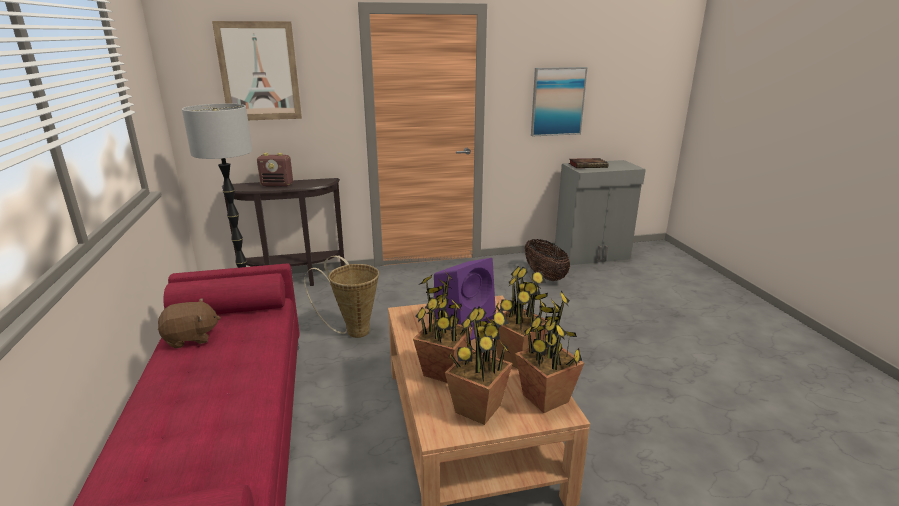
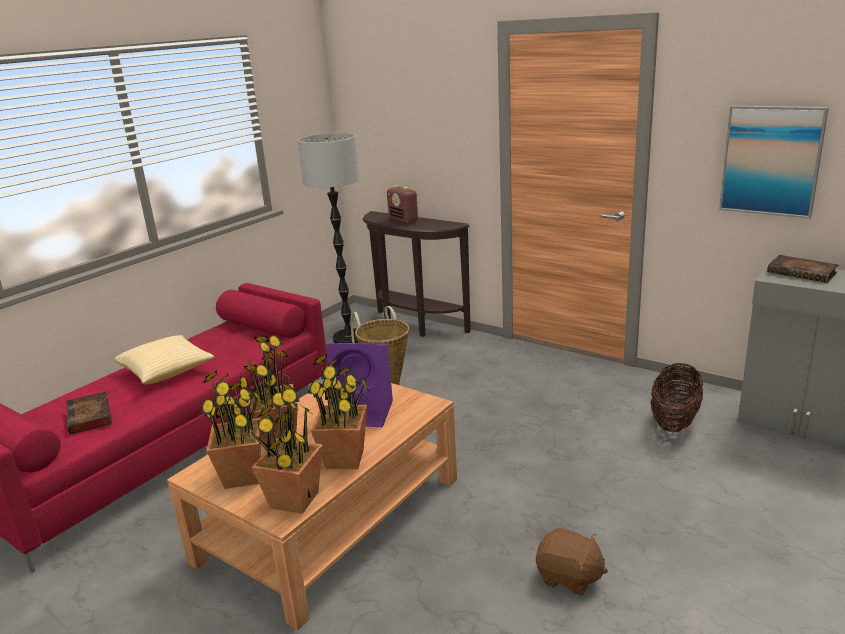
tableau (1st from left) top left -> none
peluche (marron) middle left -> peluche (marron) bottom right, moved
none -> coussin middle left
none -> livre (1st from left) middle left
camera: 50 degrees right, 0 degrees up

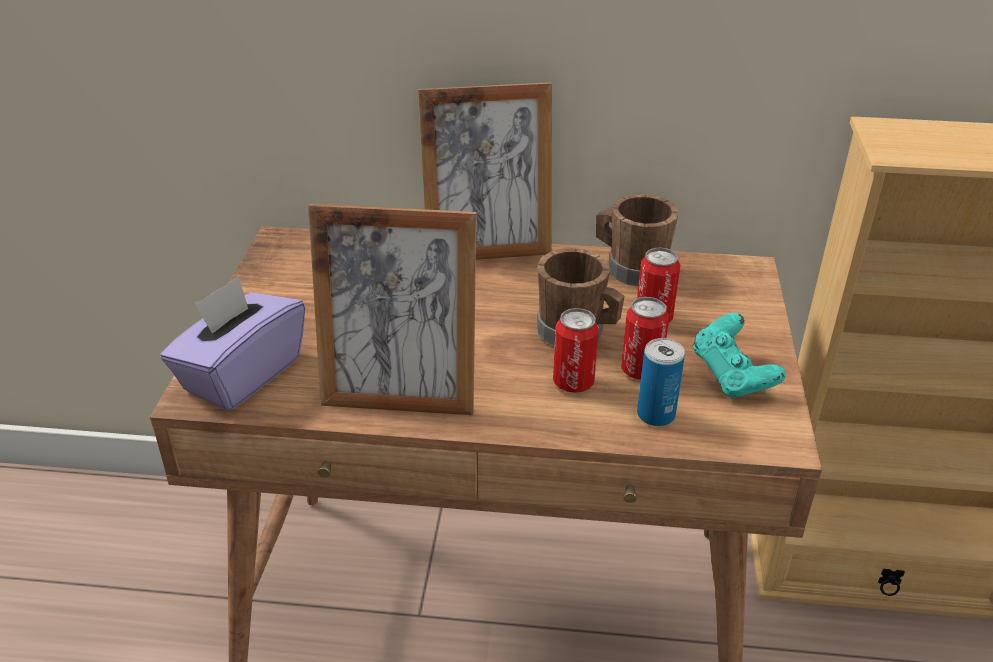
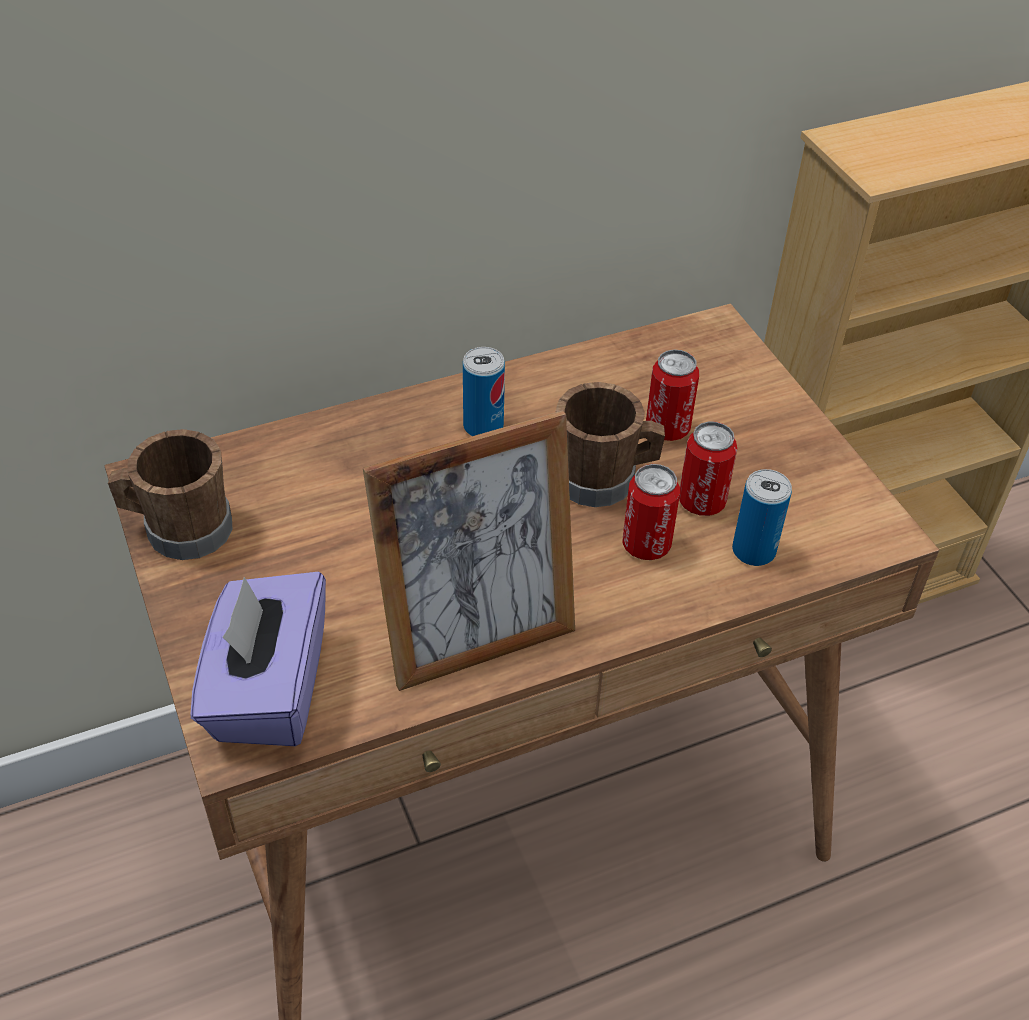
cadre photo (2nd from left) top centre -> none
mug (marron) (2nd from left in the first image) centre -> mug (marron) (1st from left) middle left, moved
manette (turquoise) middle right -> none
none -> boîte métallique (1st from left) centre
camera: 30 degrees left, 10 degrees up

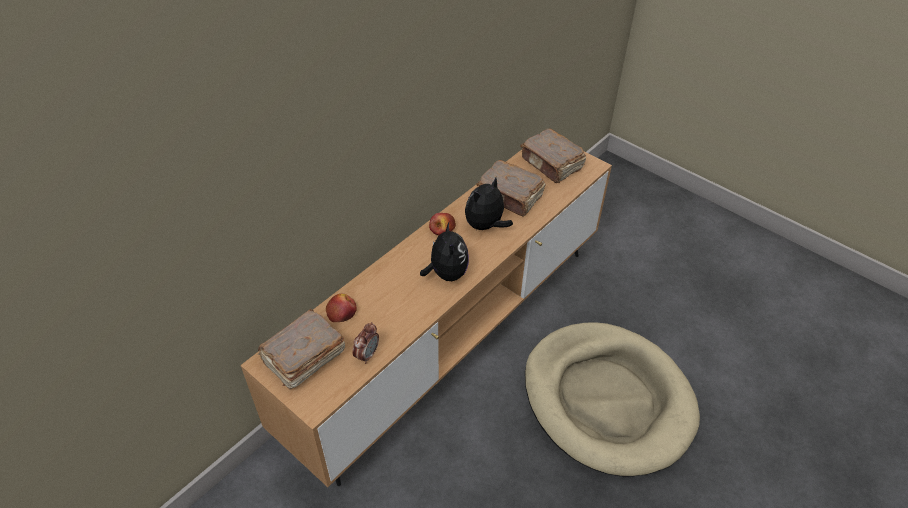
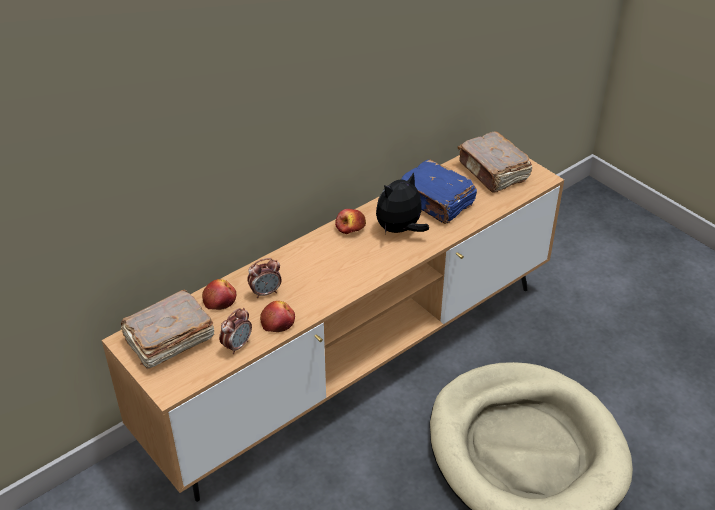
livre (marron) (2nd from left) centre -> livre (bleu) centre
peluche (1st from left) centre -> none
none -> réveil (2nd from left) centre
none -> pomme (2nd from left) centre
camera: 10 degrees right, 5 degrees down

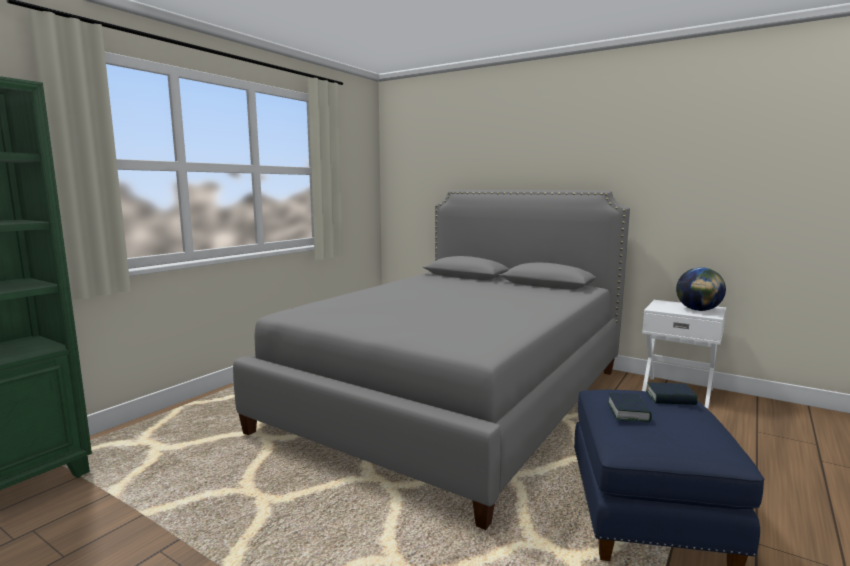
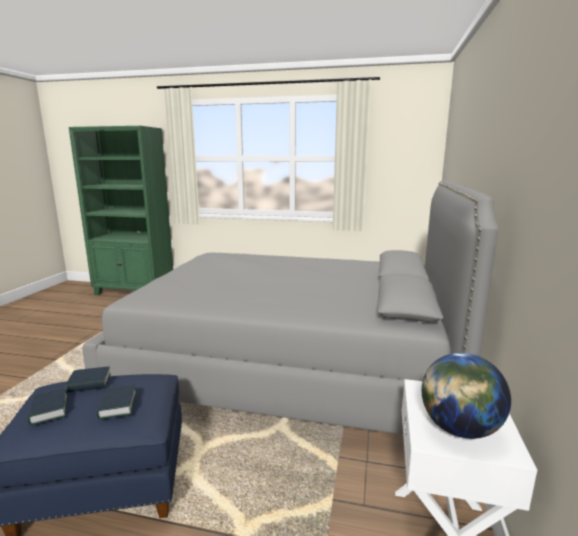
none -> livre (1st from left) bottom left
camera: 70 degrees right, 5 degrees up

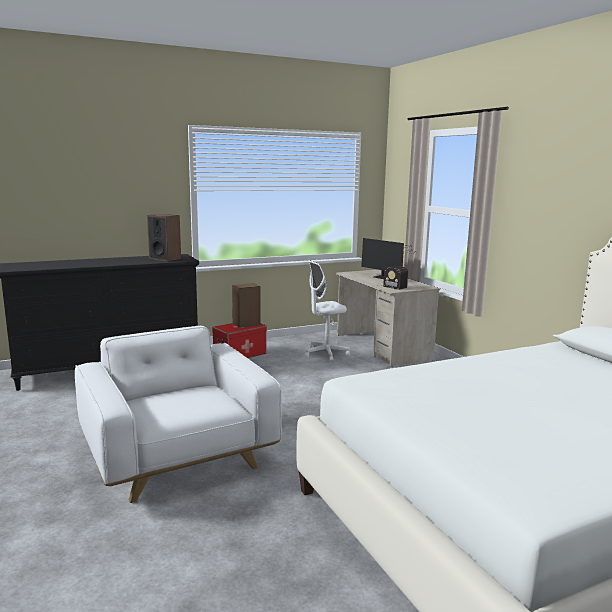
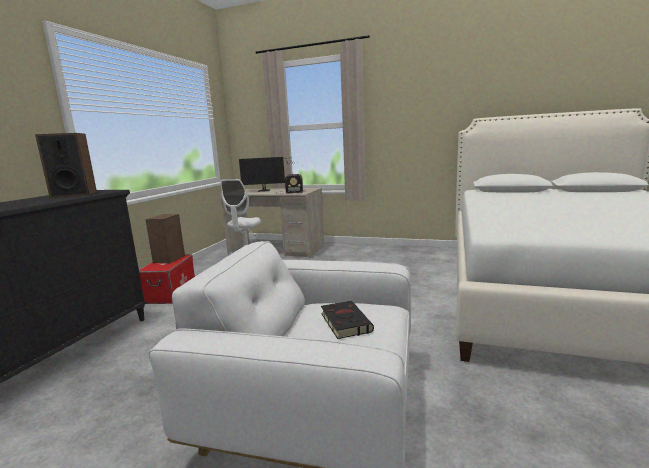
none -> livre (noir) bottom centre
camera: 45 degrees left, 0 degrees up

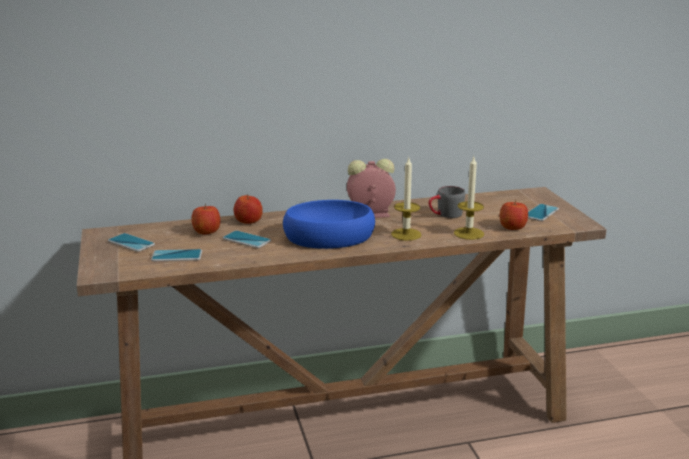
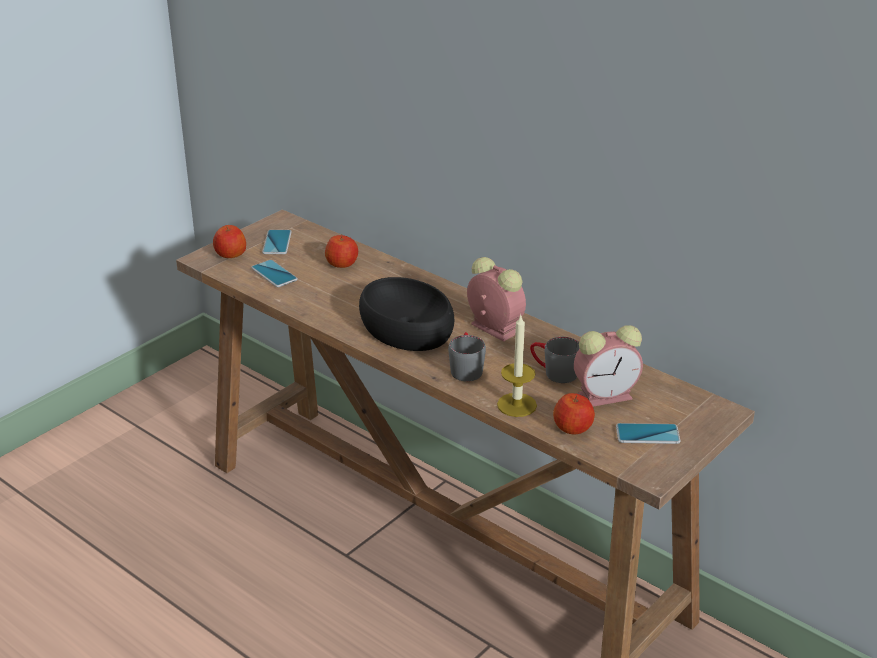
bougie (1st from left) centre -> mug (gris) (1st from left) centre
pomme (2nd from left in the first image) centre -> pomme (1st from left) middle left, moved
bol (bleu) centre -> bol (noir) centre
téléphone (3rd from left) centre -> none
none -> réveil (2nd from left) middle right
camera: 55 degrees right, 10 degrees up

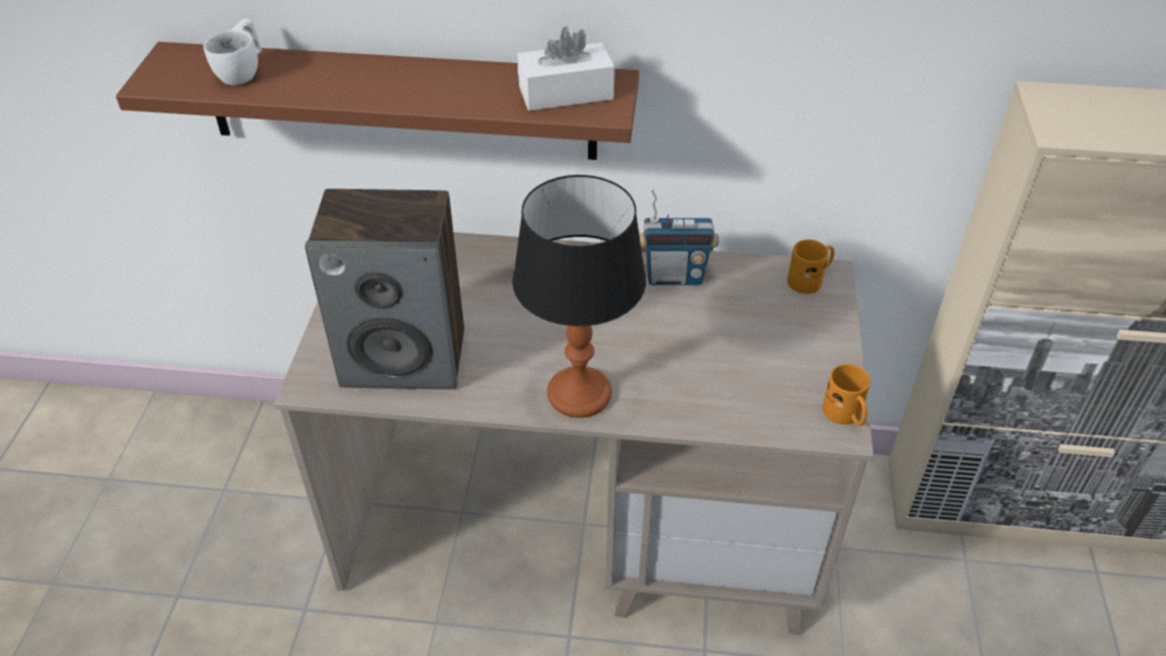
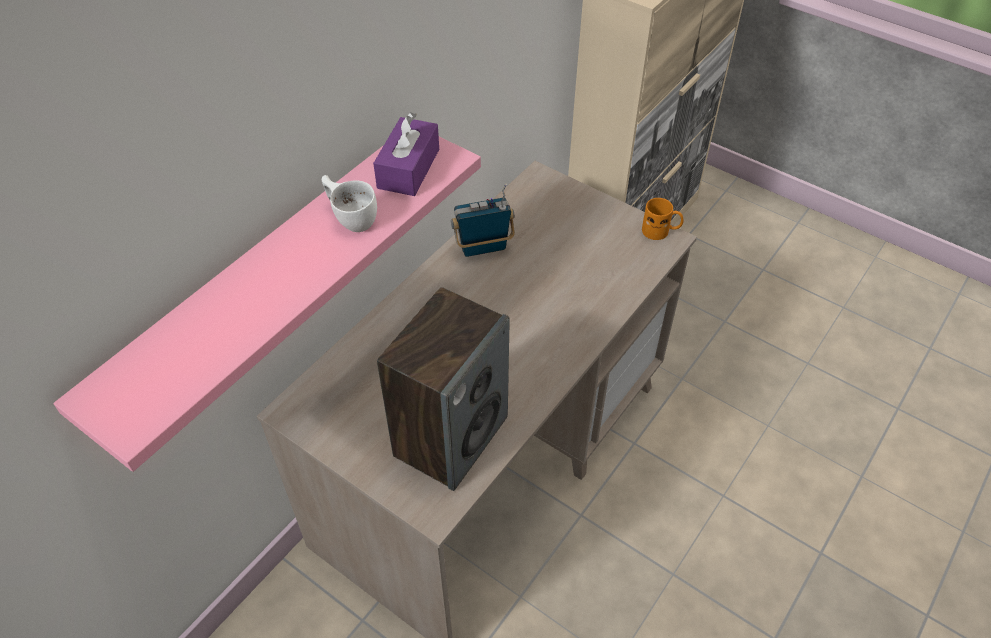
tasse (blanc) top left -> tasse (blanc) top centre, moved
boîte à mouchoirs (blanc) top centre -> boîte à mouchoirs (violet) top centre
étagère (marron) top left -> étagère (rose) middle left
lampe de table centre -> none
radio centre, 135 degrees counterclockwise
mug (orange) (1st from left) middle right -> none
camera: 60 degrees left, 5 degrees up

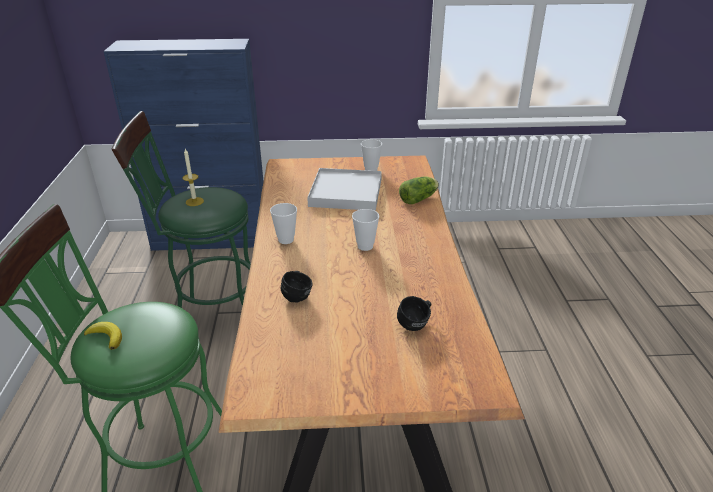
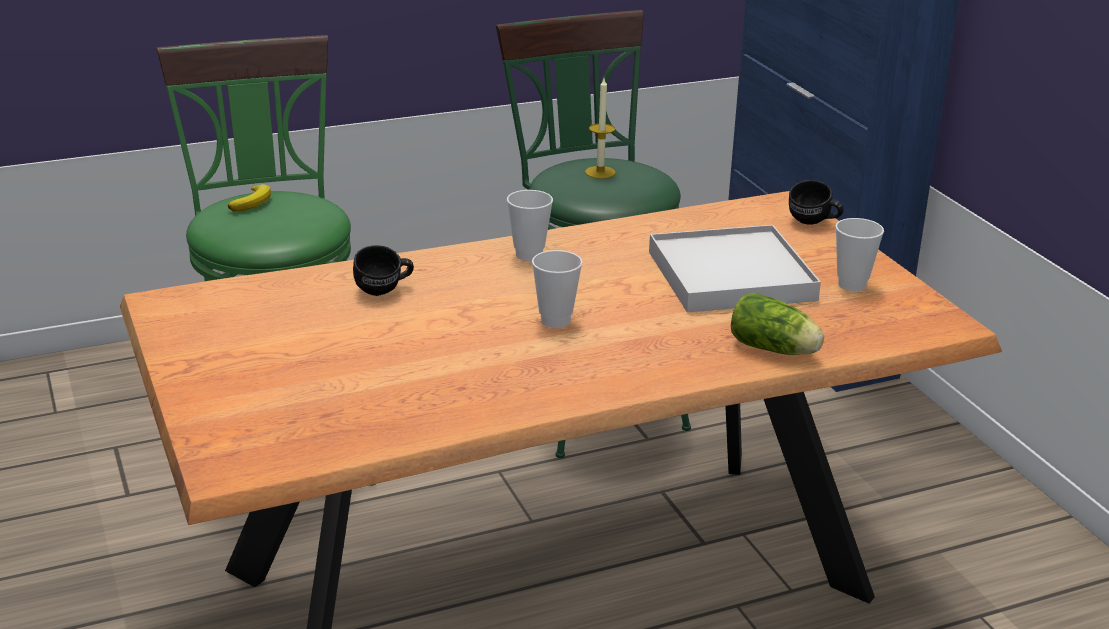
mug (noir) (2nd from left) centre -> mug (noir) (2nd from left) top right, moved
camera: 70 degrees right, 5 degrees down

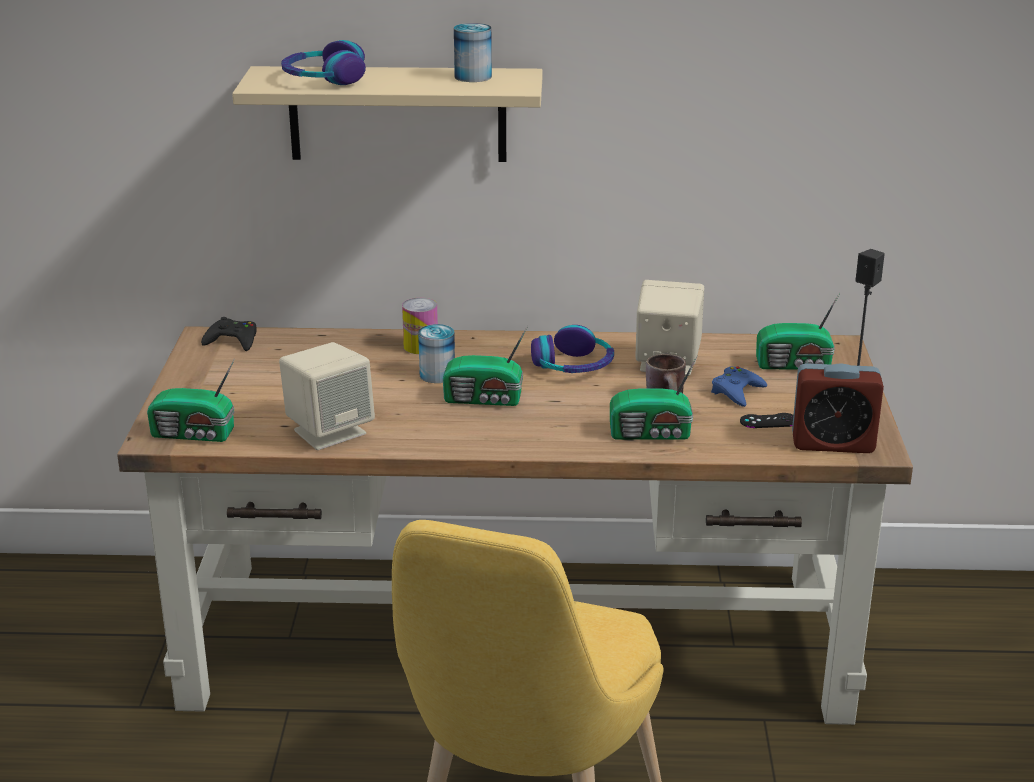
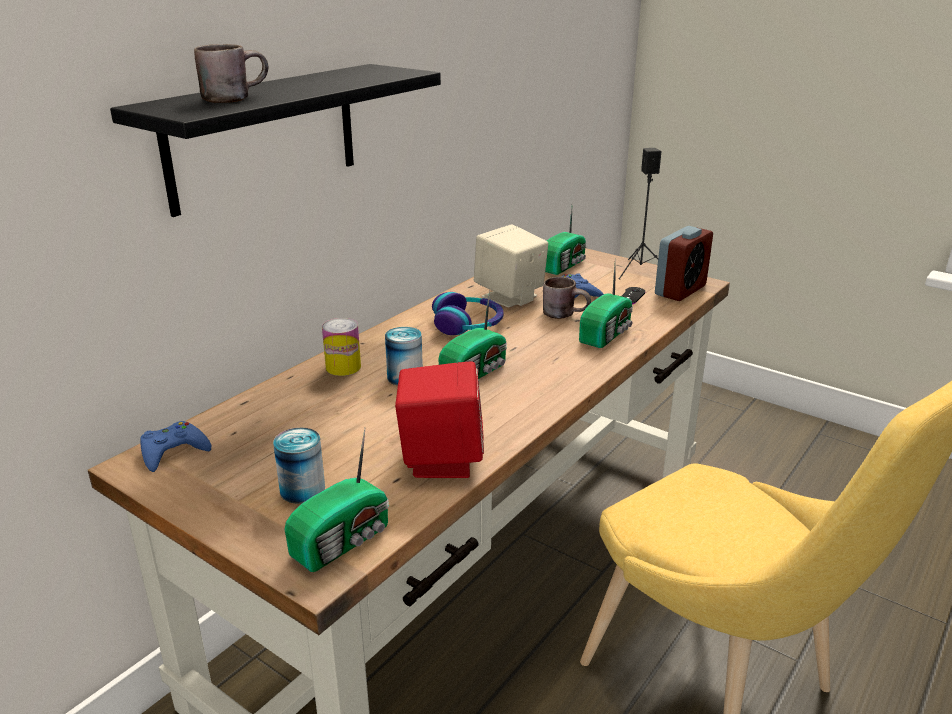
boîte métallique (3rd from left in the first image) top centre -> boîte métallique (1st from left) middle left, moved
casque audio (1st from left) top left -> mug (marron) (1st from left) top left
étagère (beige) top centre -> étagère (noir) top left
manette (noir) (1st from left) middle left -> manette (bleu) (1st from left) middle left
enceinte (beige) (1st from left) middle left -> enceinte (rouge) centre
camera: 55 degrees left, 0 degrees up

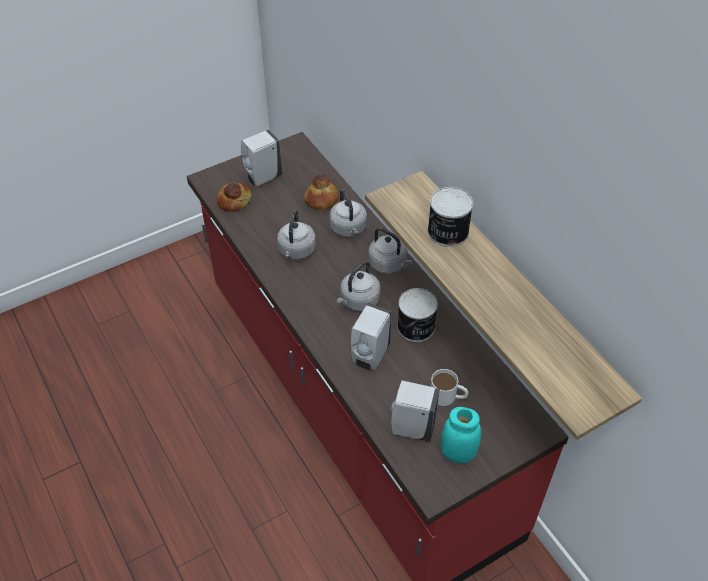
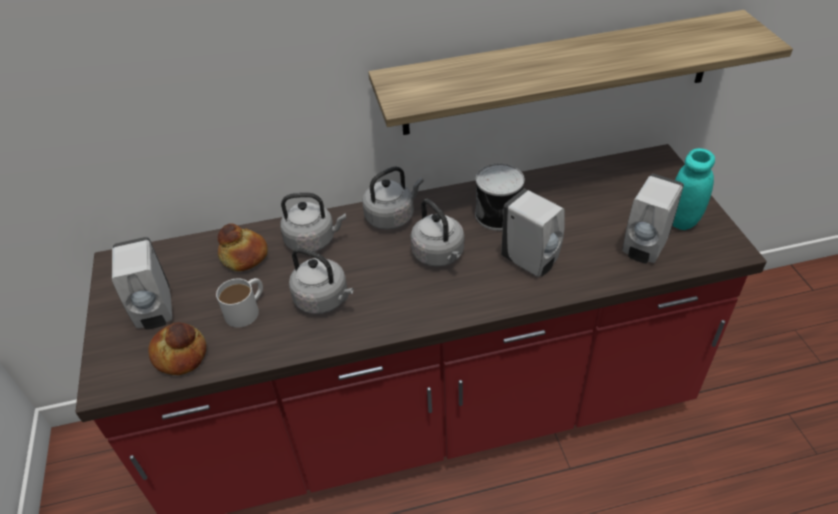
boîte métallique (2nd from left) centre -> none
mug (blanc) centre -> mug (blanc) middle left, moved
camera: 70 degrees left, 5 degrees down

